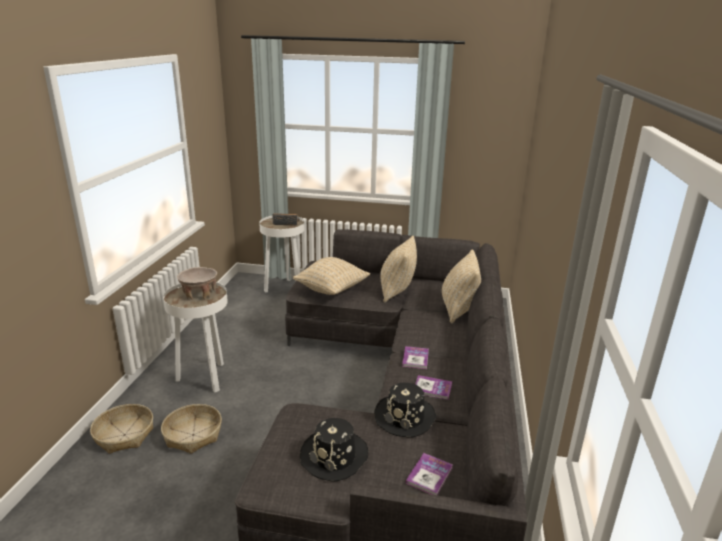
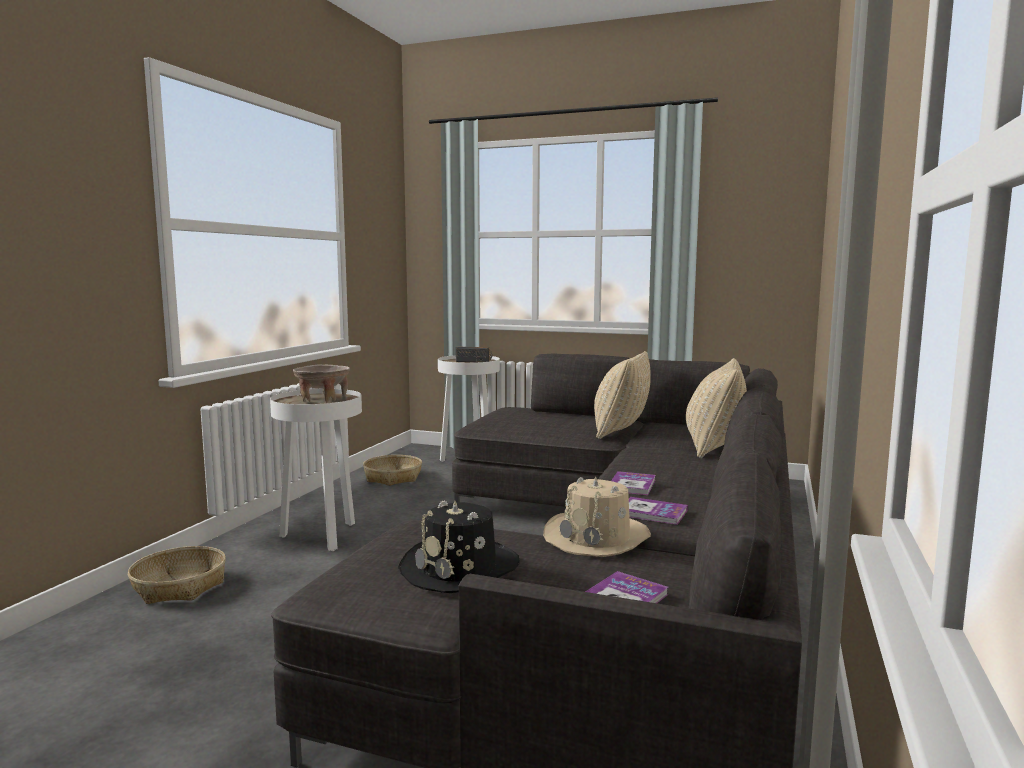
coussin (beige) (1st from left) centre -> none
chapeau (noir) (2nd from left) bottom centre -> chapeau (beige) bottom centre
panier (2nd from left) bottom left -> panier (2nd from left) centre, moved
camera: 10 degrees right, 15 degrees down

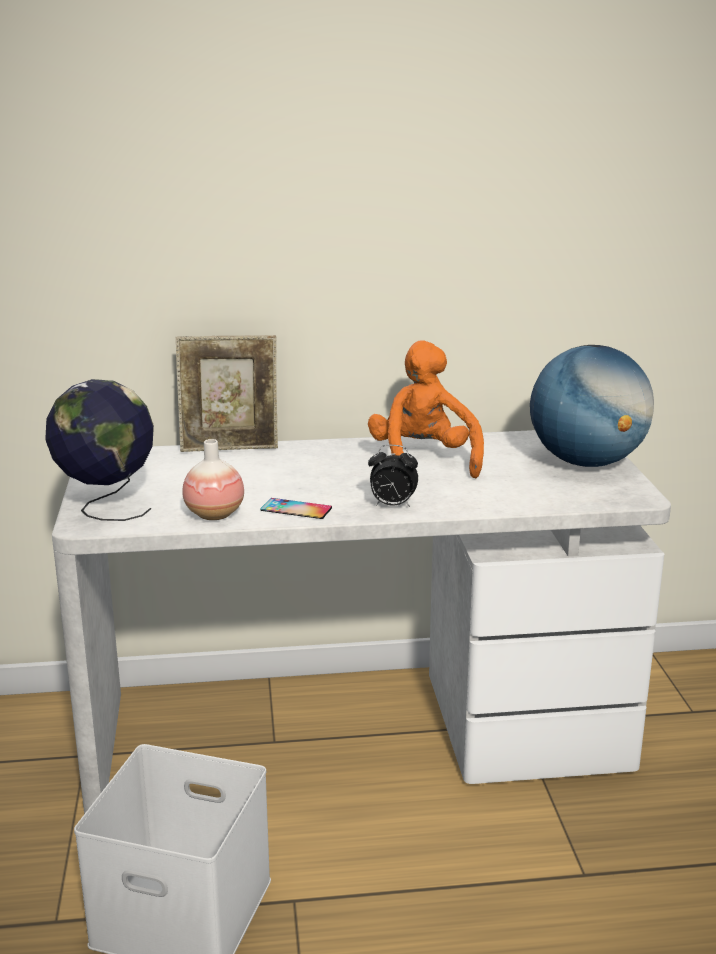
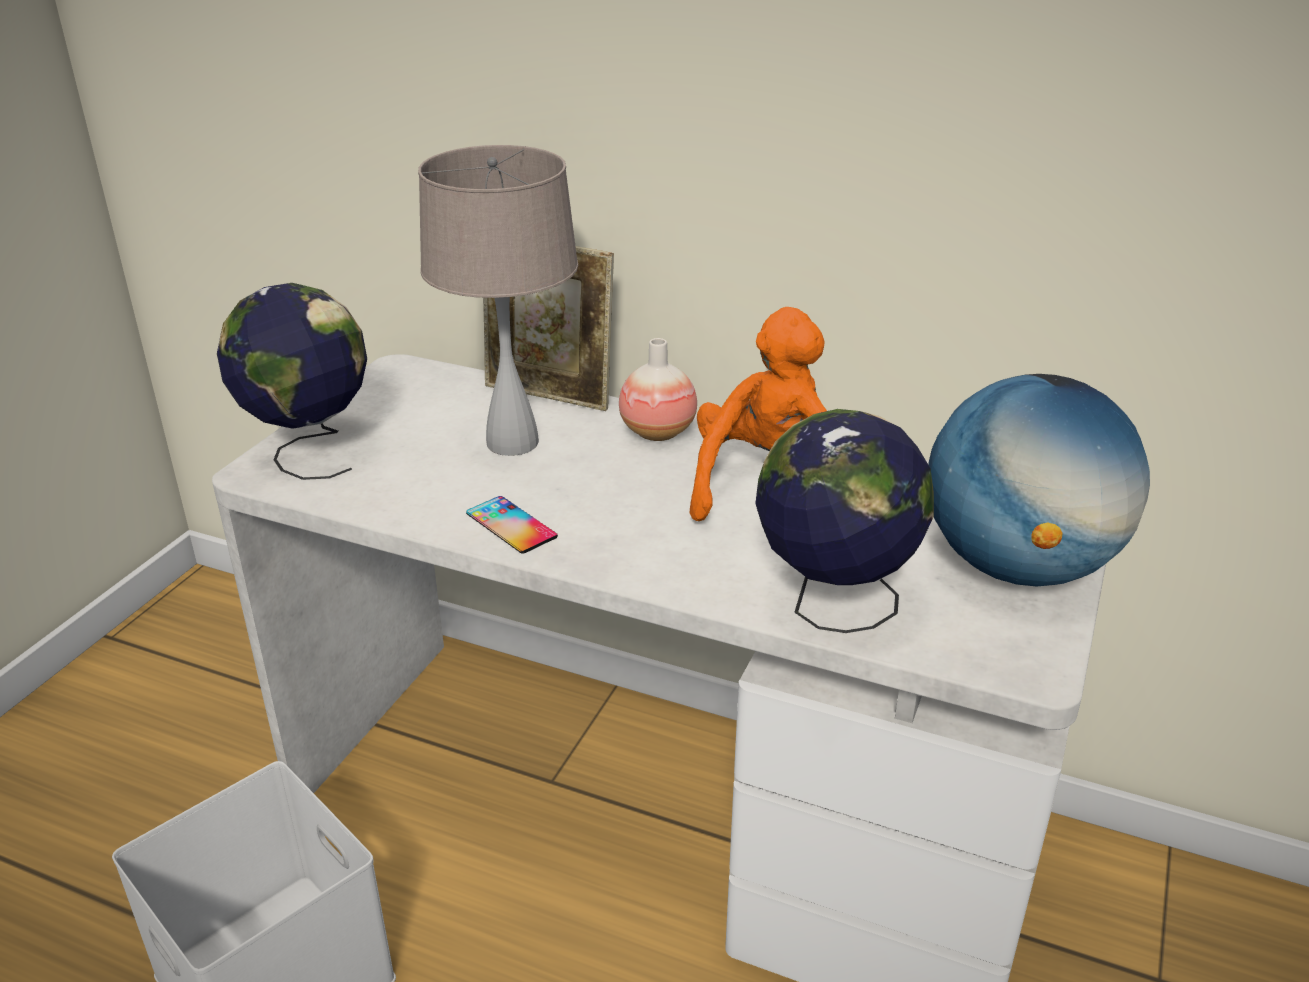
vase middle left -> vase centre, moved
réveil centre -> none
none -> lampe de table (beige) top centre
none -> globe (2nd from left) centre
camera: 30 degrees right, 10 degrees up

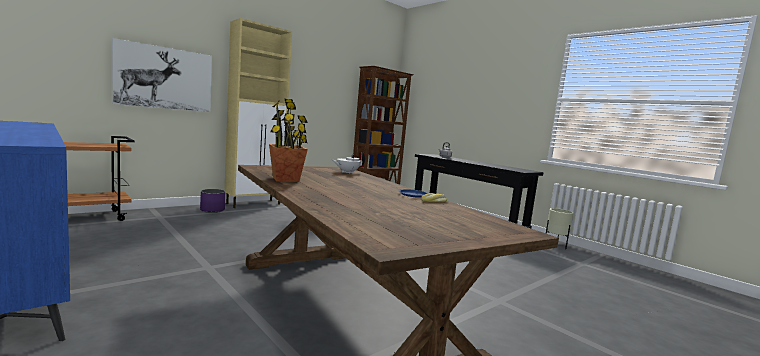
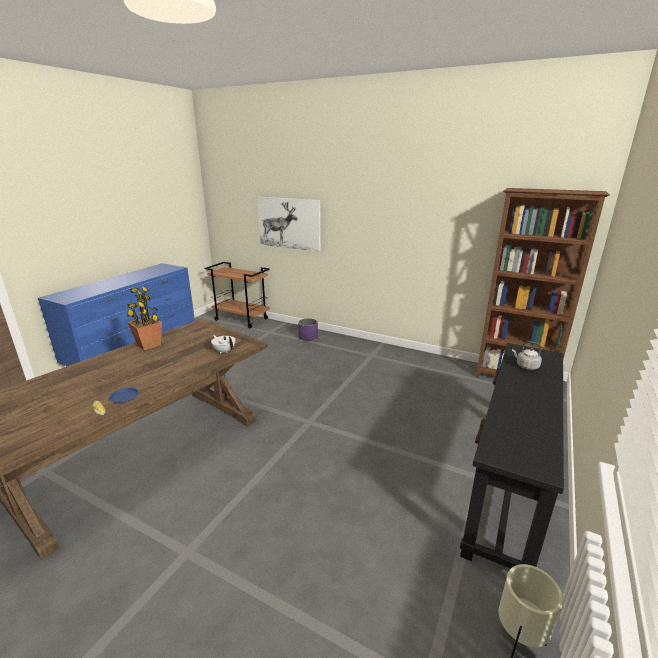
meuble de rangement (beige) top centre -> none
camera: 70 degrees right, 15 degrees up

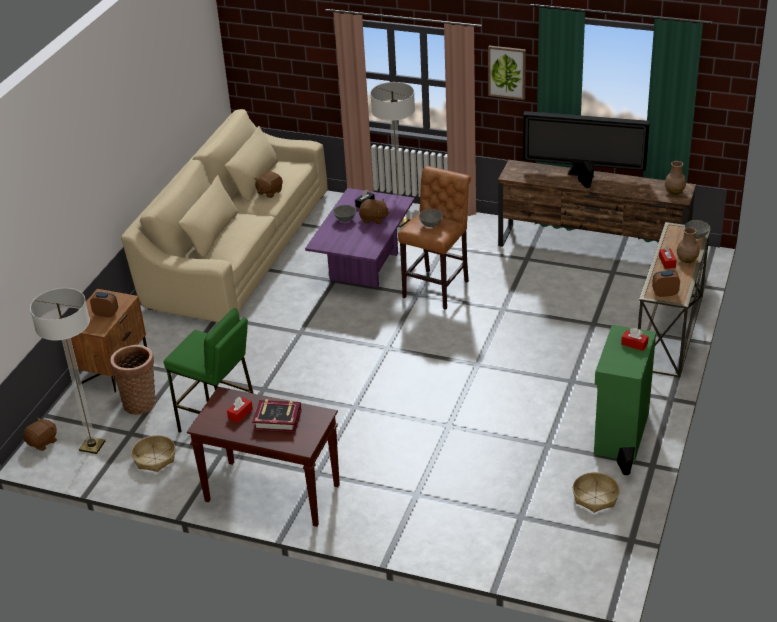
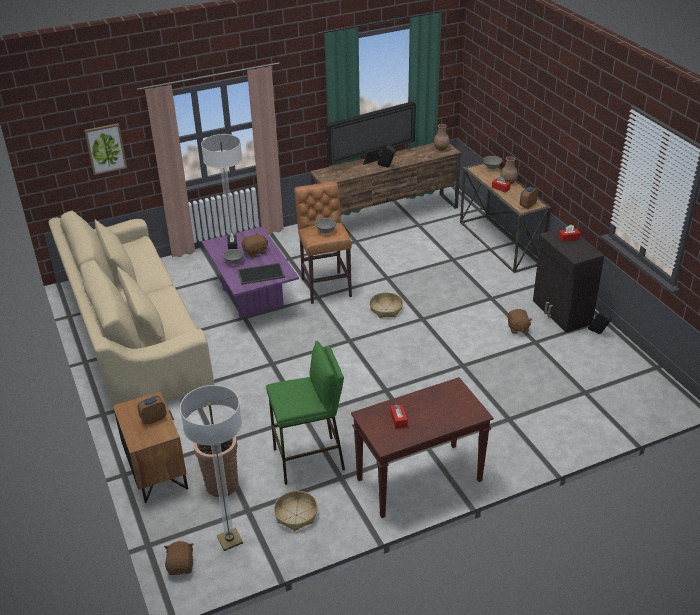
tableau top centre -> tableau top left, moved
peluche (marron) (2nd from left in the first image) top centre -> peluche (marron) (3rd from left) middle right, moved
meuble de rangement (vert) middle right -> meuble de rangement (noir) middle right
livre bottom centre -> none
panier (3rd from left) bottom right -> panier (3rd from left) centre, moved
none -> plateau centre
camera: 45 degrees left, 0 degrees up

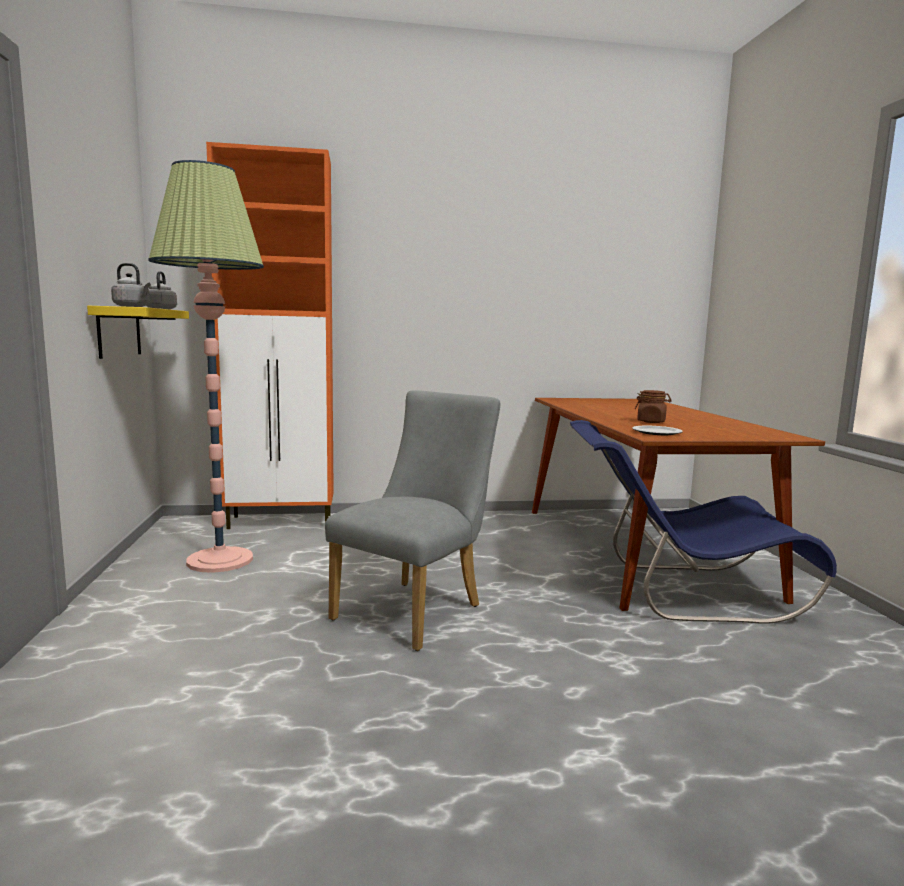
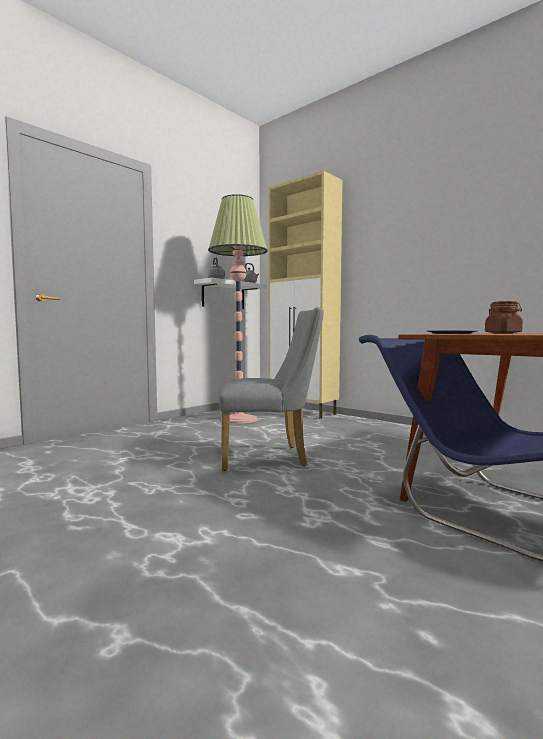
meuble de rangement (orange) middle left -> meuble de rangement (beige) centre
étagère (jaune) middle left -> étagère (blanc) centre
camera: 50 degrees right, 5 degrees down

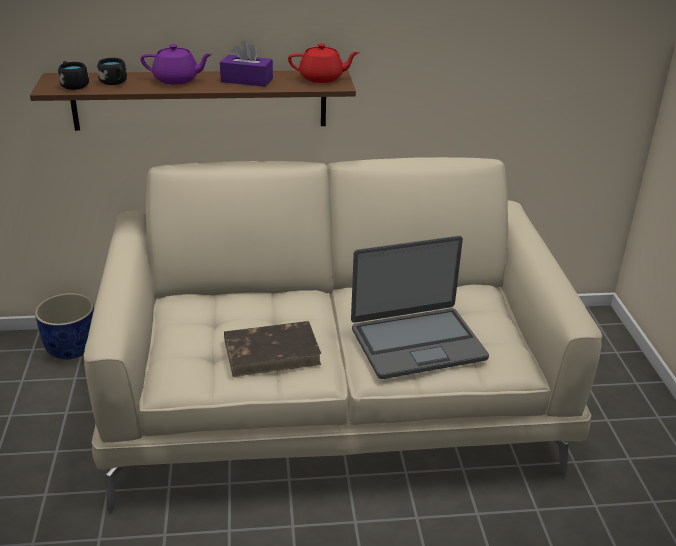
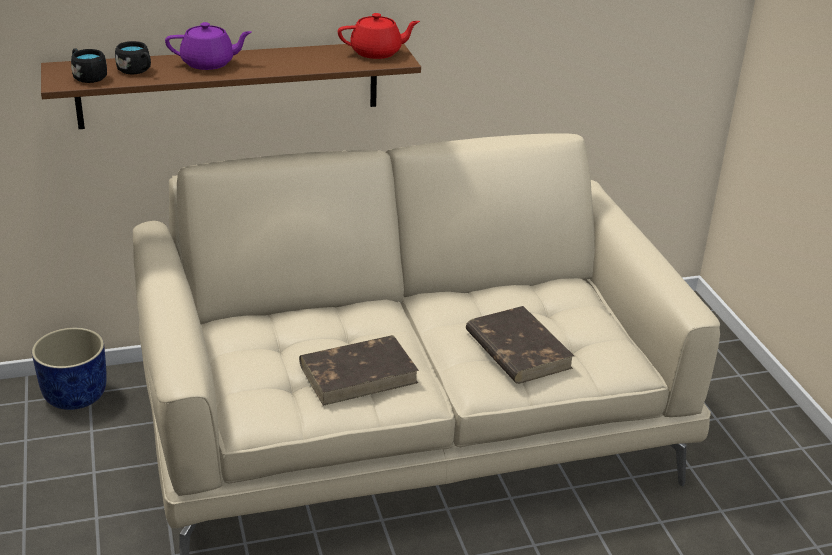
boîte à mouchoirs (violet) top centre -> none
ordinateur portable centre -> livre (marron) (2nd from left) centre
camera: 10 degrees left, 0 degrees up

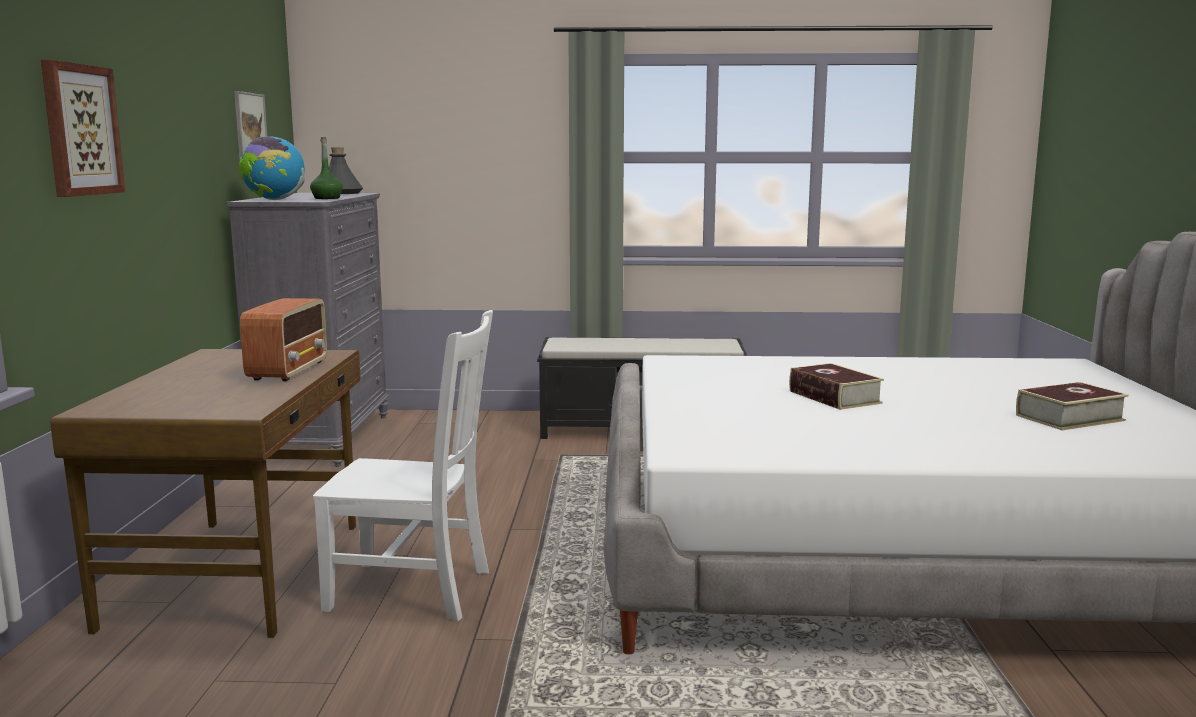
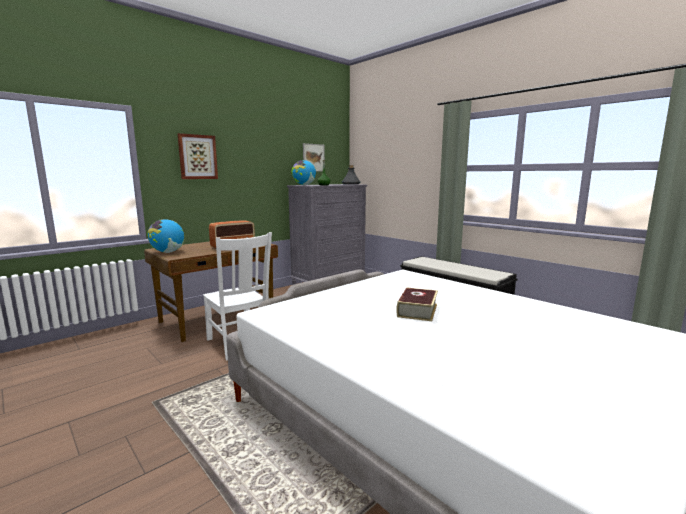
livre (2nd from left) middle right -> none
none -> globe (1st from left) middle left
camera: 45 degrees right, 0 degrees up

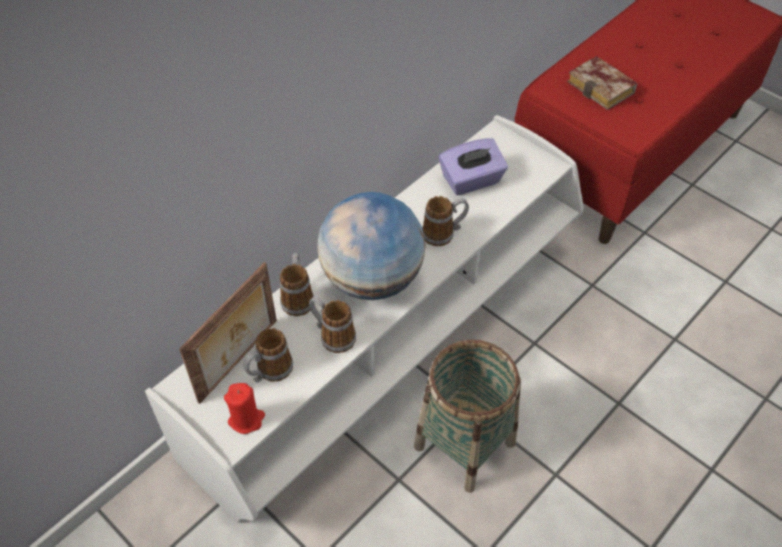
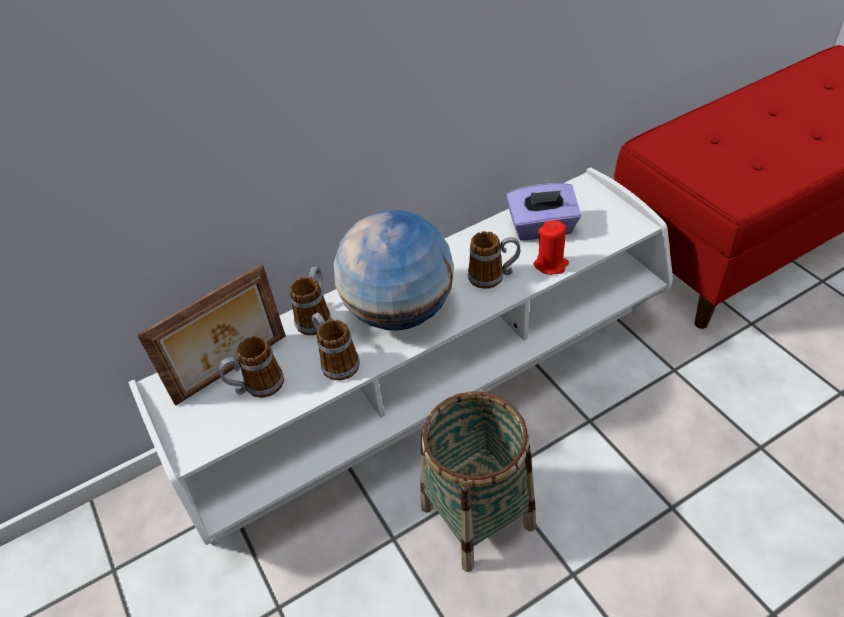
livre top right -> none
bougie (rouge) bottom left -> bougie (rouge) centre, moved
camera: 20 degrees right, 5 degrees down

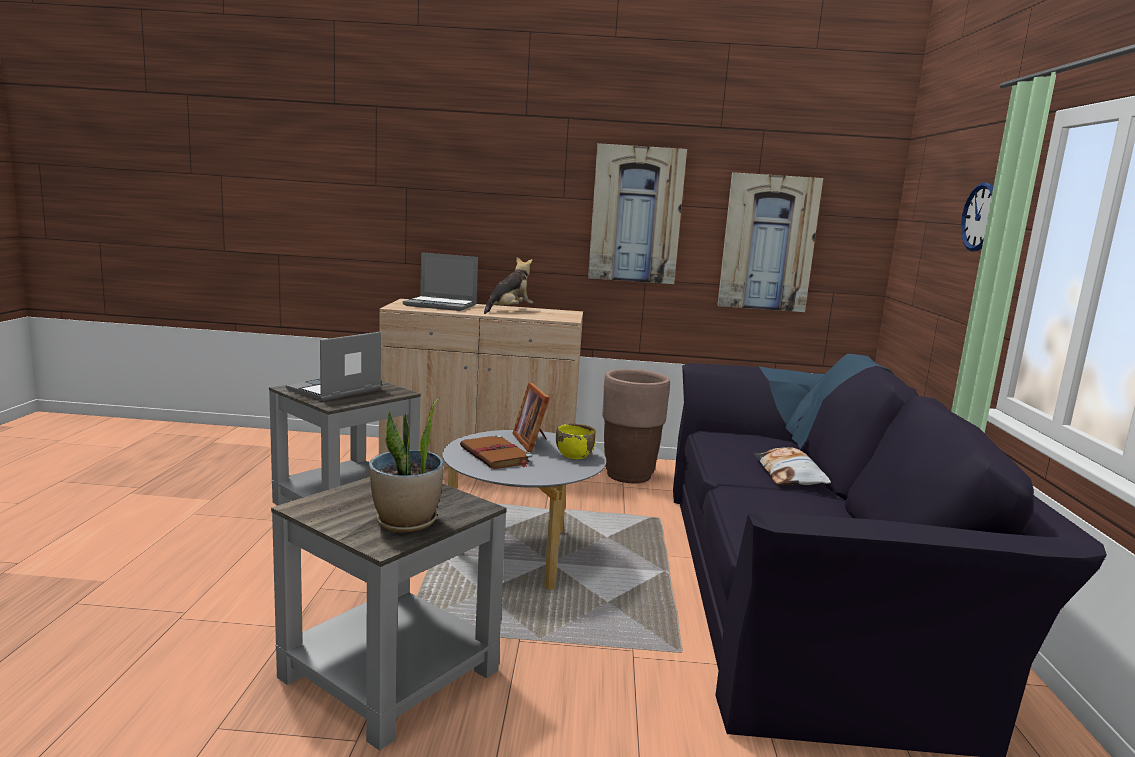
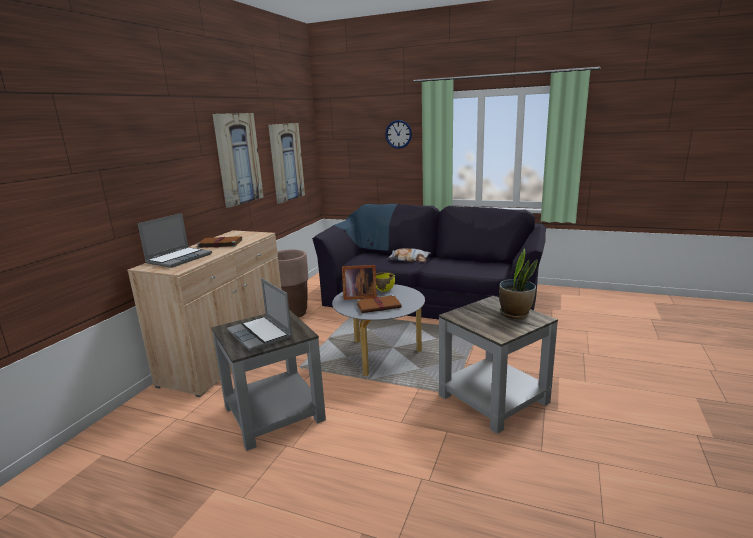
peluche centre -> livre (marron) (1st from left) middle left
camera: 70 degrees left, 5 degrees up

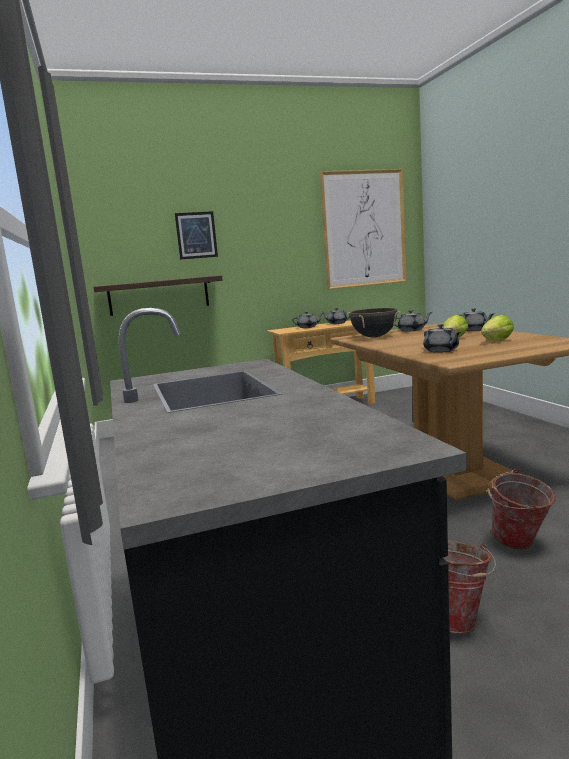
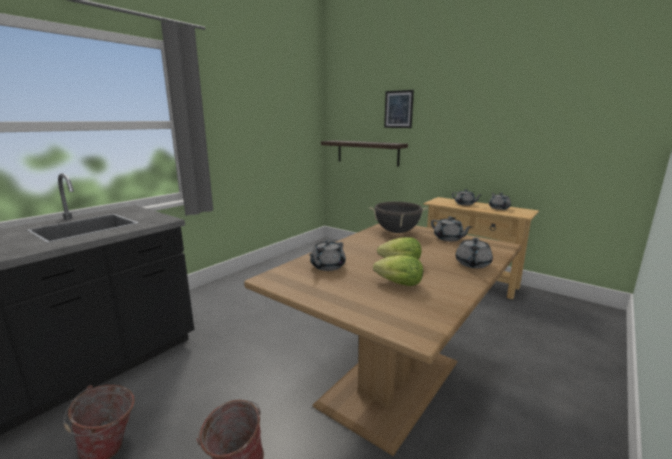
tableau (2nd from left) top centre -> none
camera: 55 degrees right, 5 degrees up

